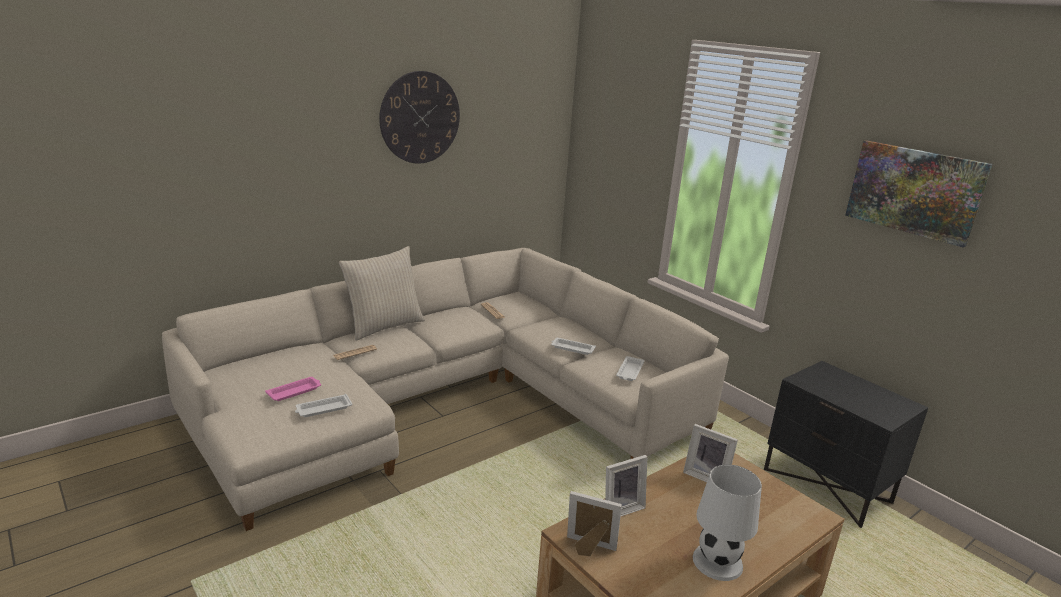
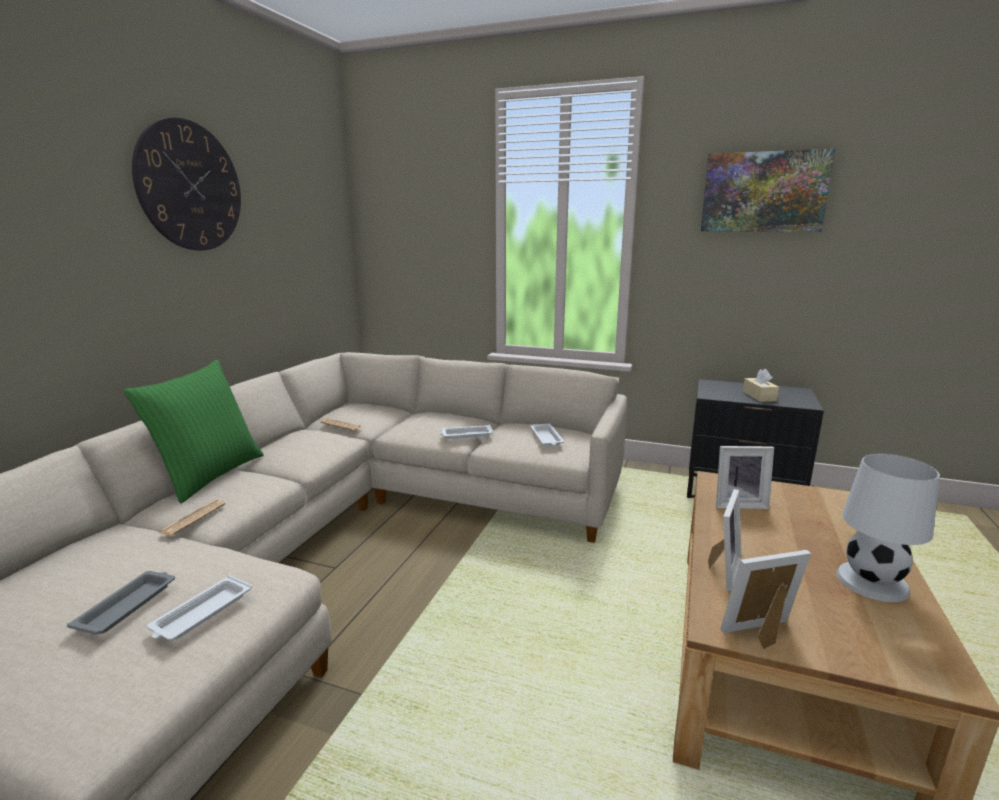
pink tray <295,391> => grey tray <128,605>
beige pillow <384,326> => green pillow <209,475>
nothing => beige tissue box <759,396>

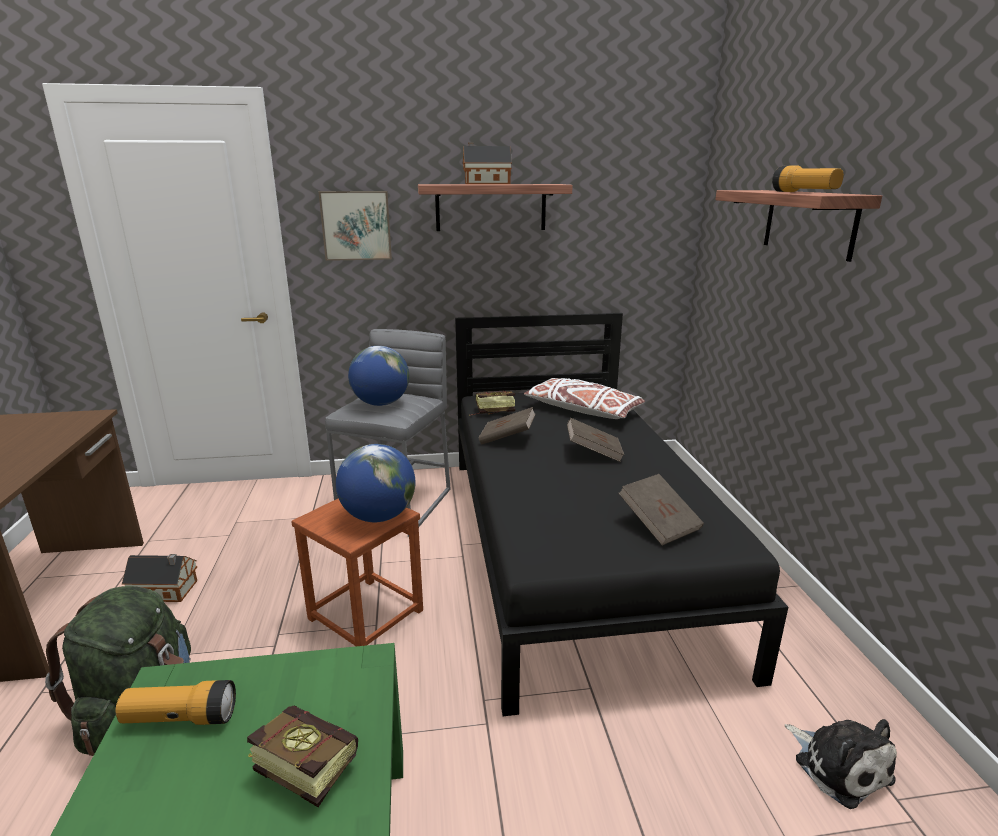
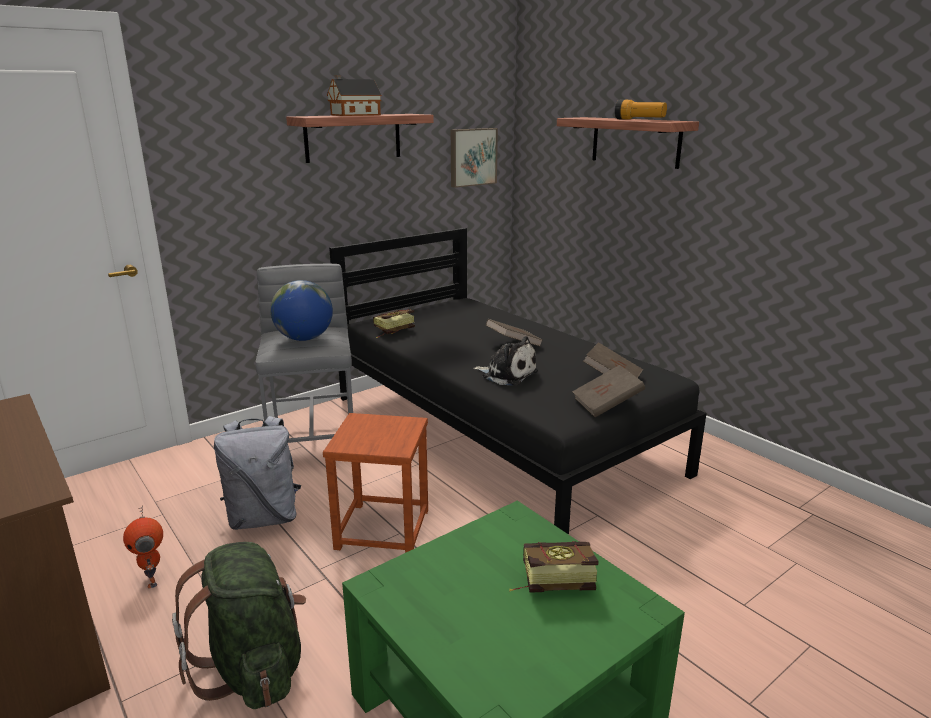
toy house <166,591> => toy robot <153,579>
nothing => grey backpack <264,517>
picture <356,225> => picture <472,157>, relocated
plush toy <838,765> => plush toy <507,374>, relocated
brown book <507,439> => brown book <606,405>, relocated
flashlight <181,718> => nothing
globe <379,516> => nothing
white pillow <583,410> => nothing

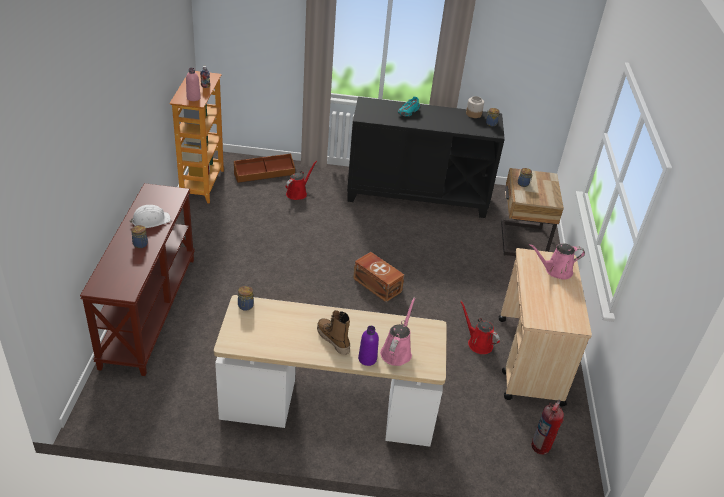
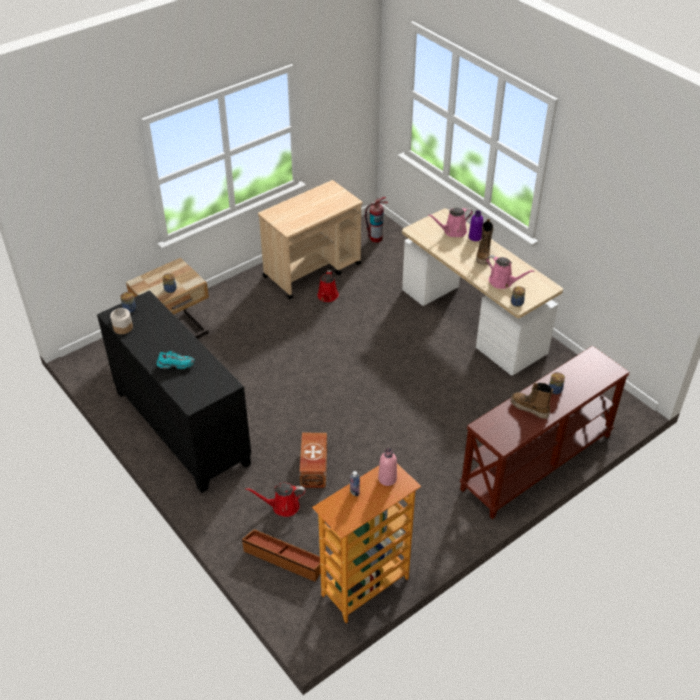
brown storage box <377,284> => brown storage box <313,468>, relocated
pink watering can <555,271> => pink watering can <503,282>, relocated
white hard hat <150,220> => boot <529,409>

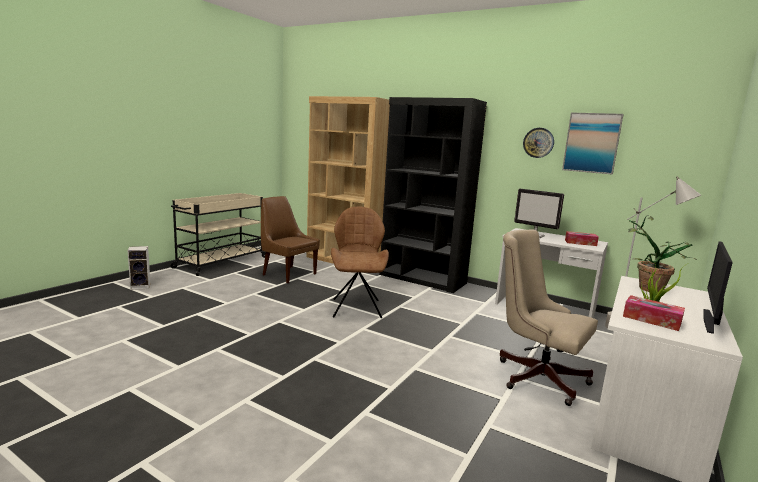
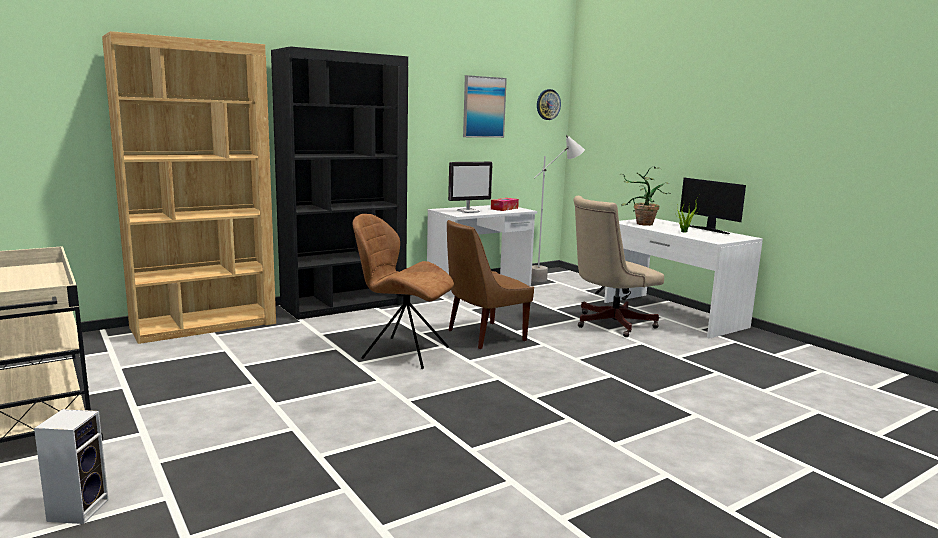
brown chair <288,274> => brown chair <483,336>, relocated
wall clock <538,142> => wall clock <548,104>, relocated
tissue box <651,320> => nothing

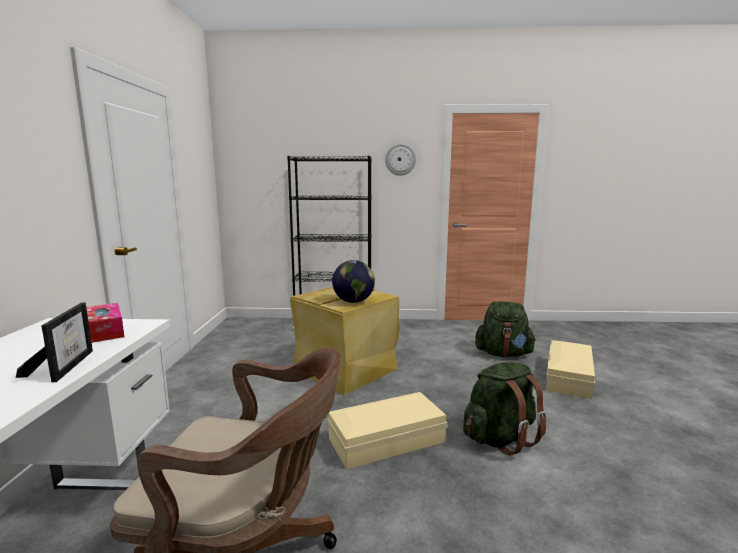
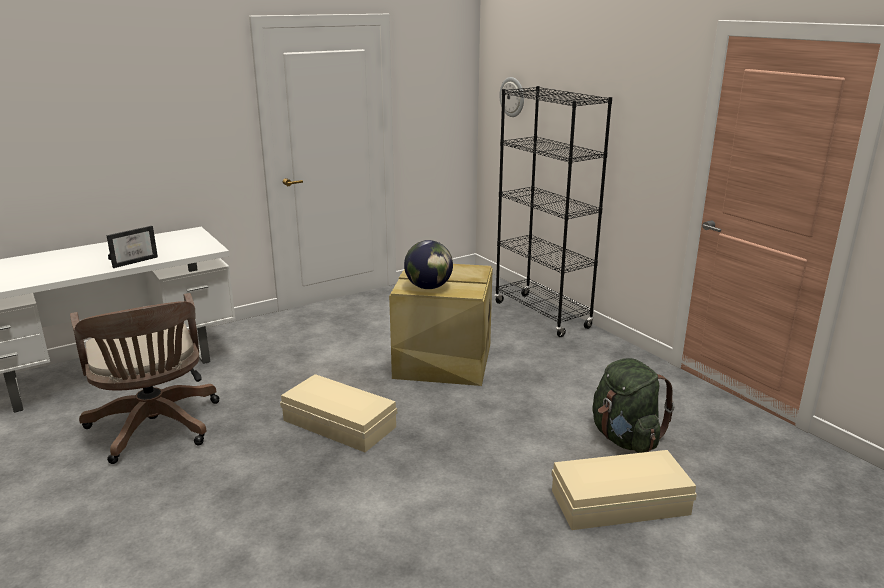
wall clock <400,159> => wall clock <512,97>, relocated
tissue box <104,331> => nothing
green backpack <500,438> => nothing

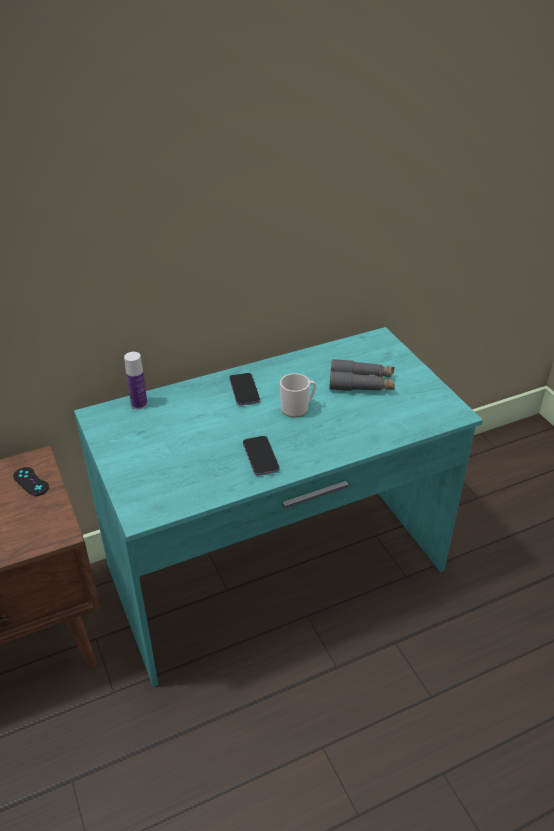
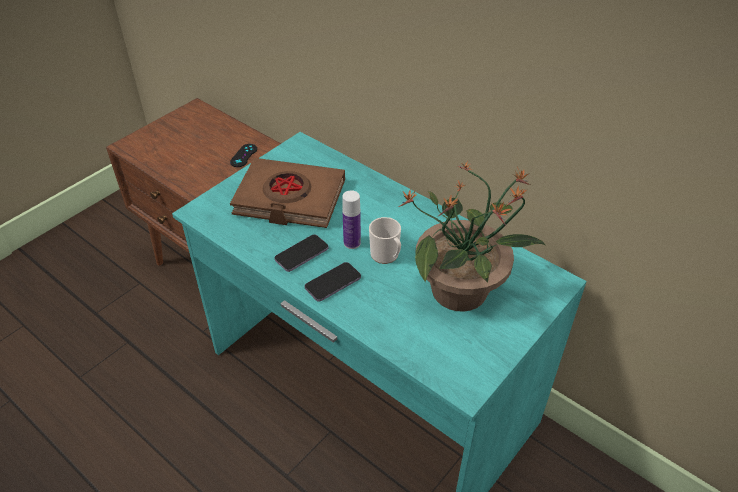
nothing => brown book <289,199>
phone <244,390> => phone <333,283>, relocated
bottle <139,404> => bottle <352,243>, relocated
grey binoculars <361,383> => potted plant <461,291>

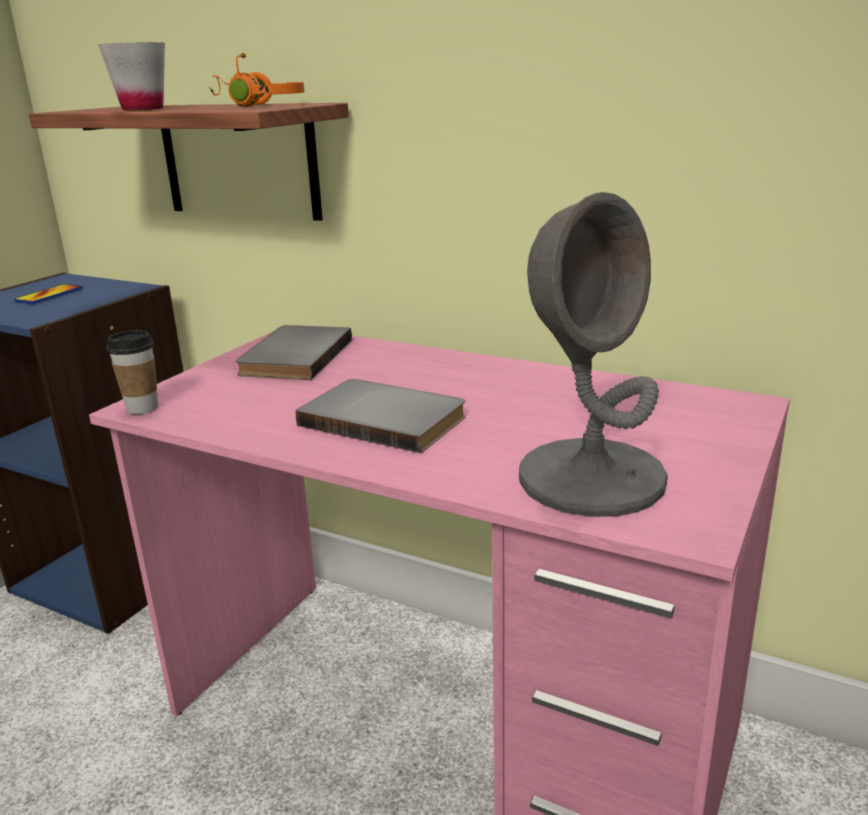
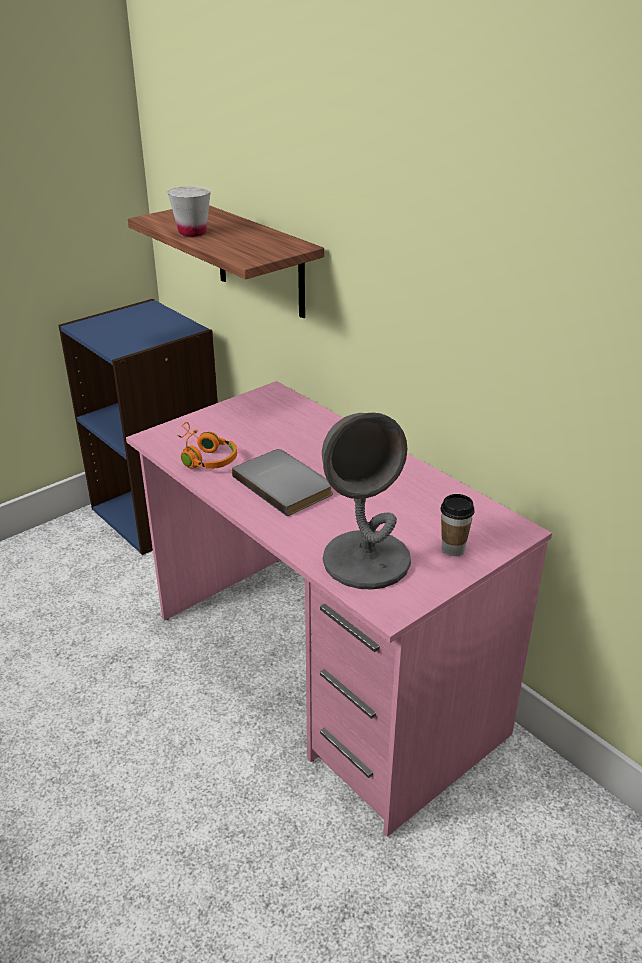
orange headphones <256,105> => orange headphones <204,457>, relocated
cup <142,408> => cup <453,549>, relocated
phone <49,295> => nothing
grey book <292,357> => nothing

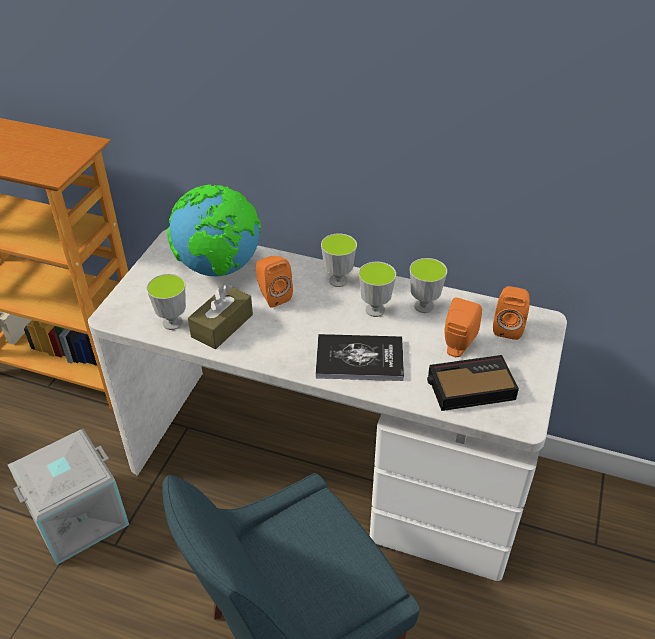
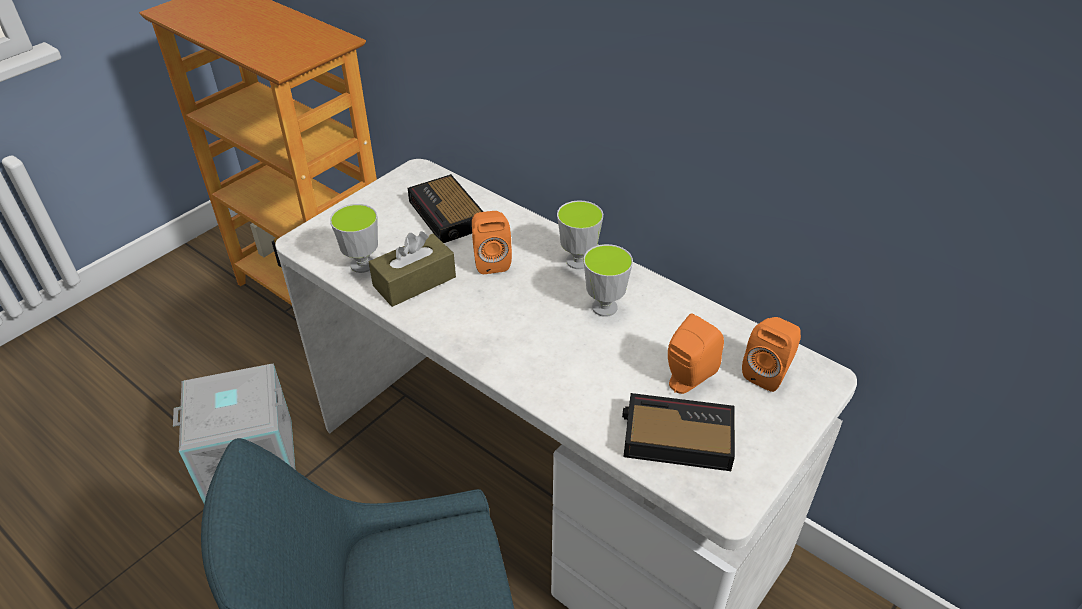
globe <220,269> => alarm clock <448,216>
book <359,359> => nothing
cup <424,306> => nothing

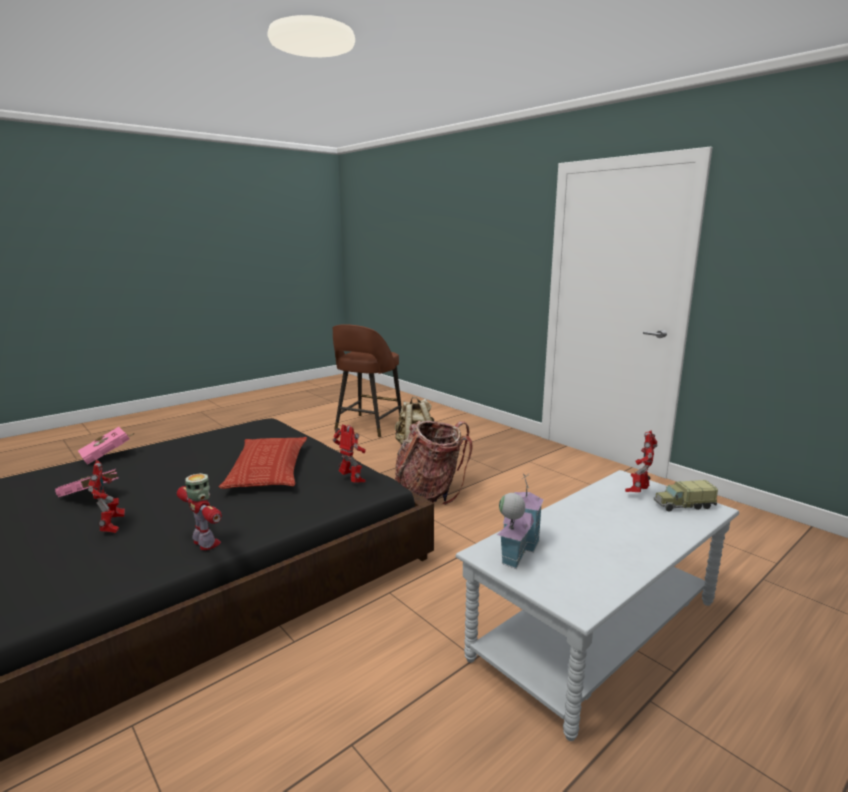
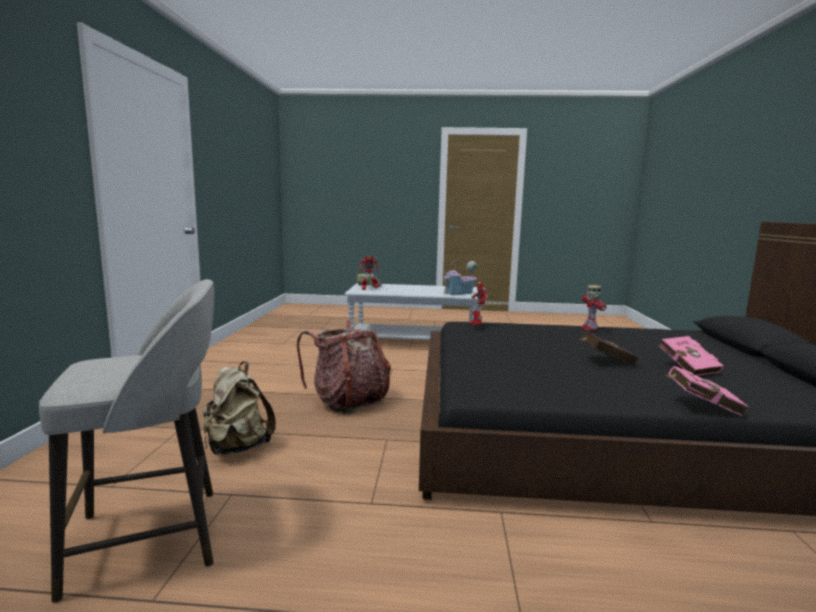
brown stool <368,426> => grey stool <152,538>
nothing => red book <604,360>
toy robot <112,527> => nothing
pillow <268,470> => nothing

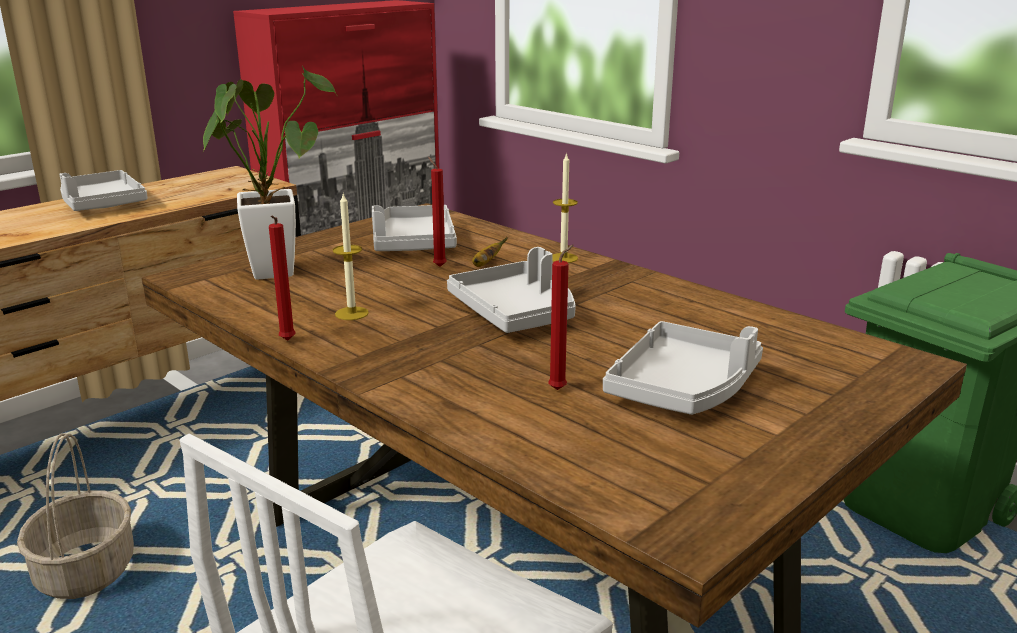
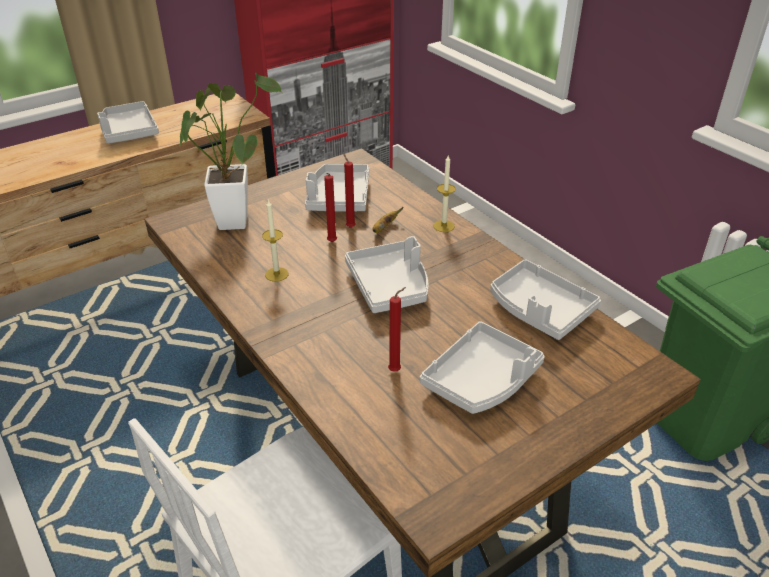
red candle <286,341> => red candle <331,243>, relocated
nothing => grey tray <539,310>
basket <85,571> => nothing

